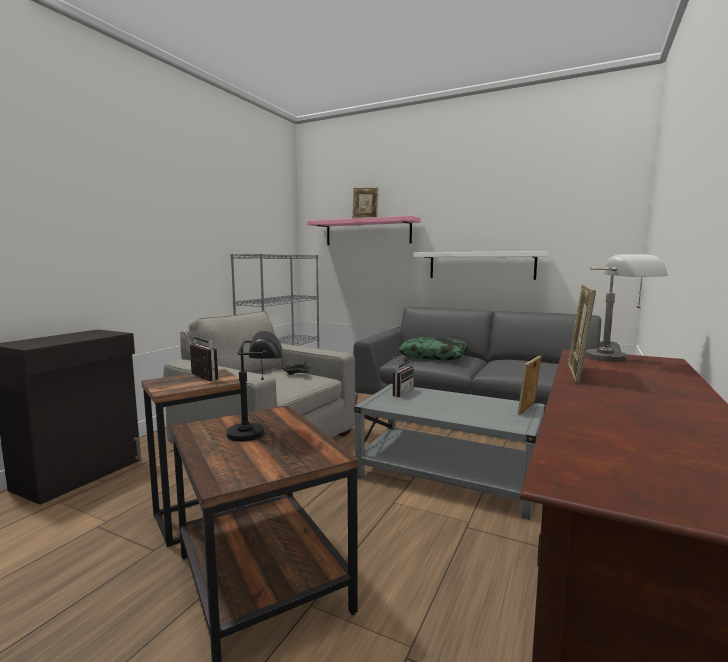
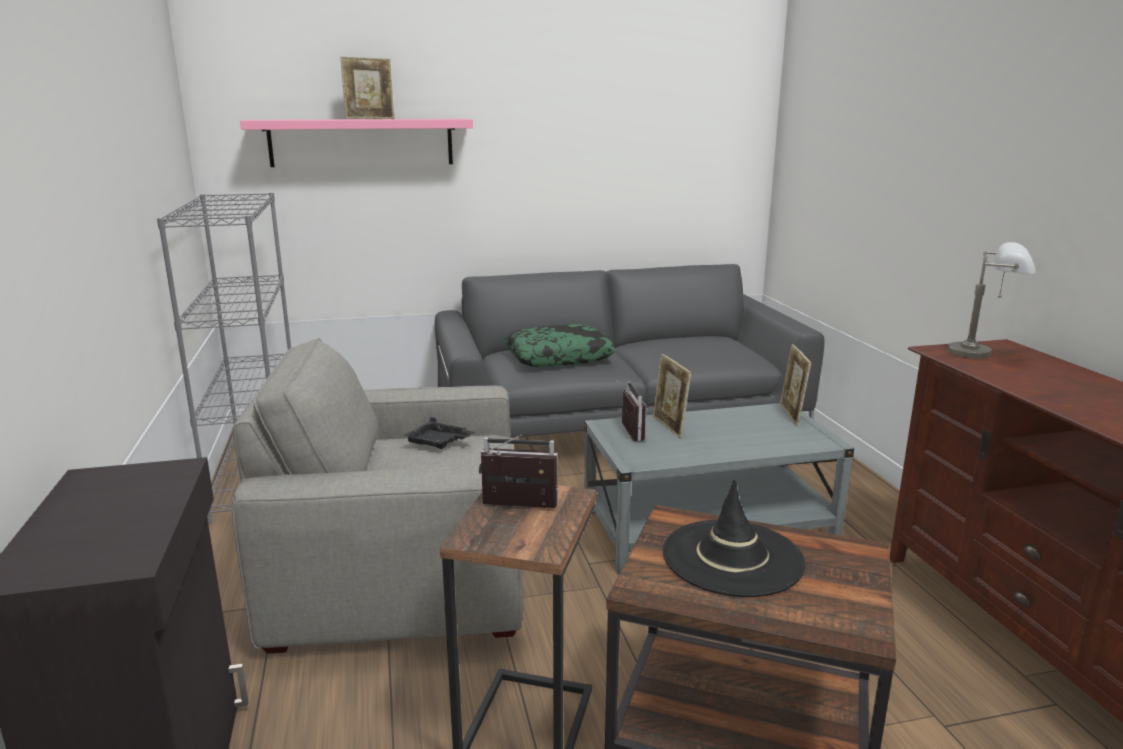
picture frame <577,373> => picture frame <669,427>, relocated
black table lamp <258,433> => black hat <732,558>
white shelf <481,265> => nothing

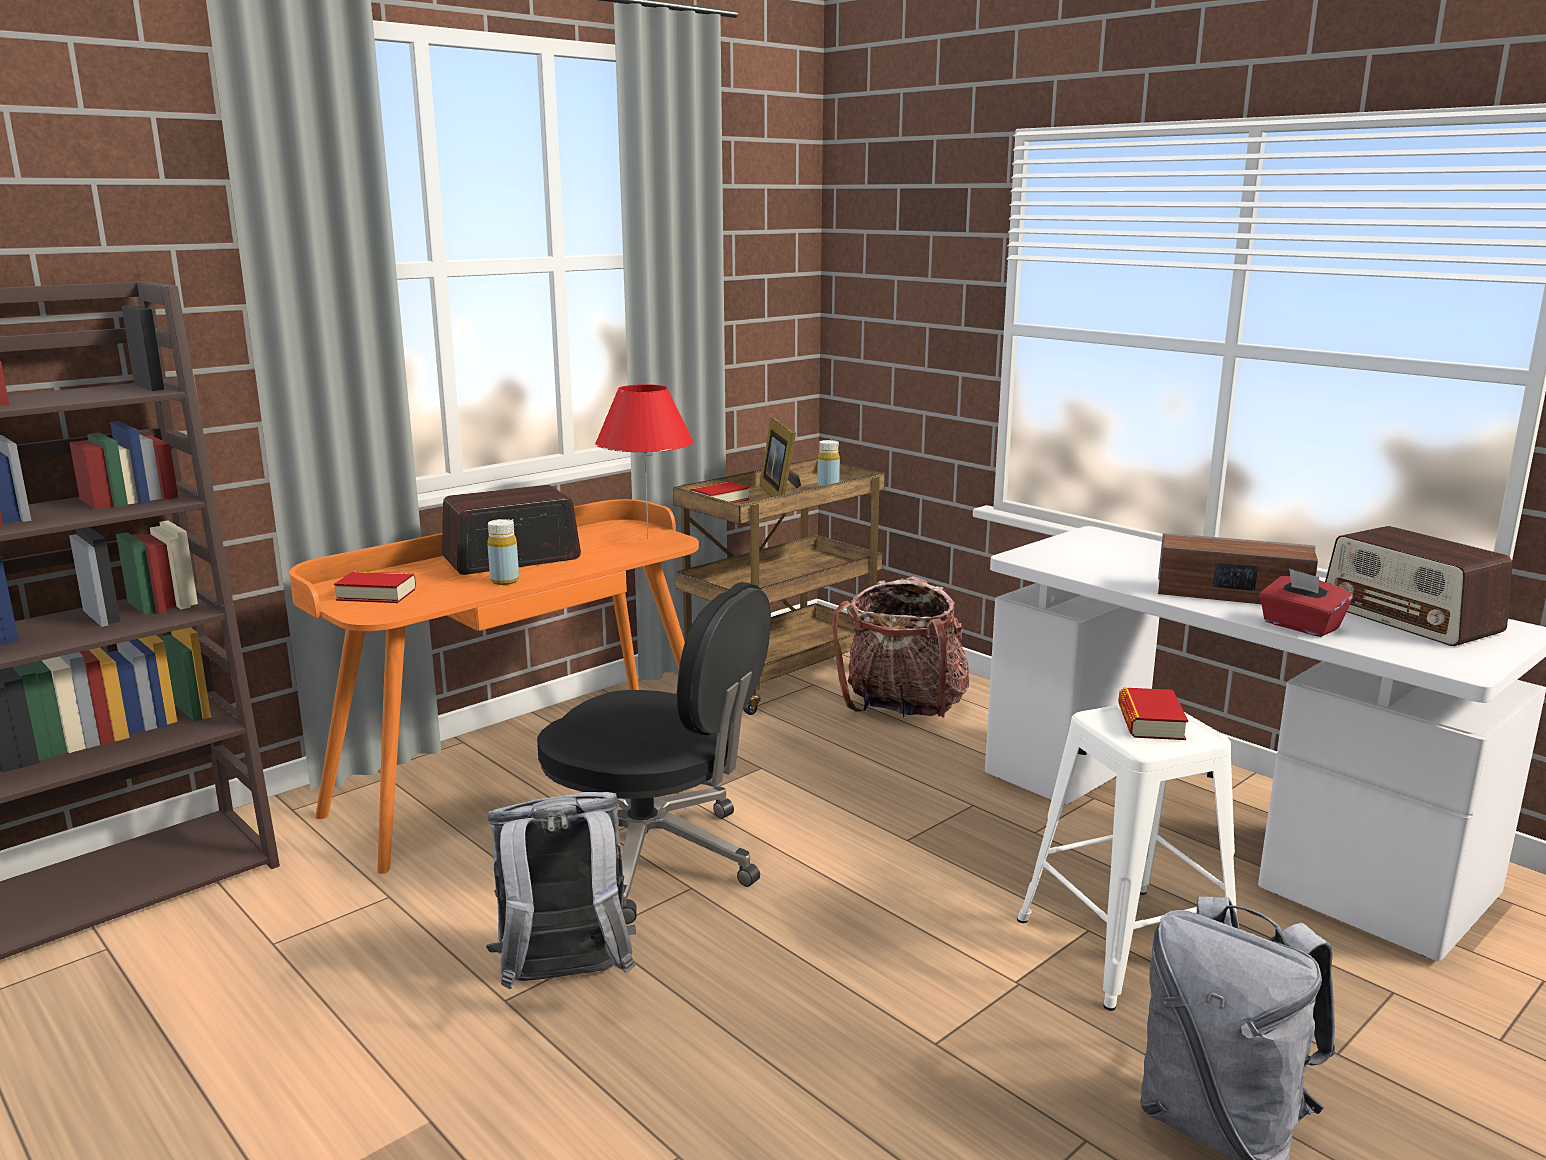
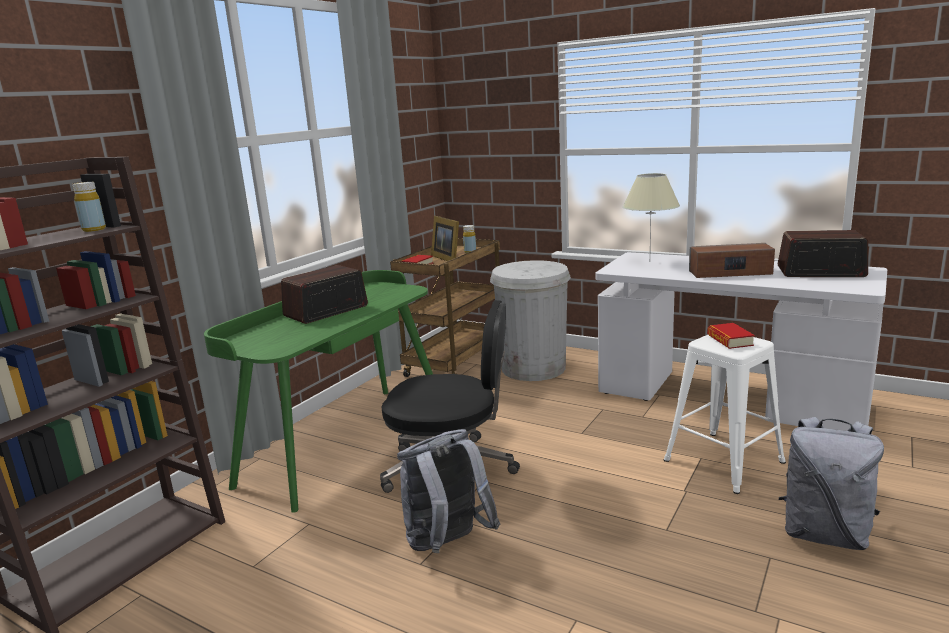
yellow bottle <504,581> => yellow bottle <94,229>, relocated
orange desk <525,776> => green desk <345,441>
backpack <903,708> => white trash can <533,368>
nothing => beige table lamp <649,262>
radio <1410,618> => radio <820,272>, 150 degrees clockwise
book <376,594> => nothing
red table lamp <647,538> => nothing
red tissue box <1300,626> => nothing

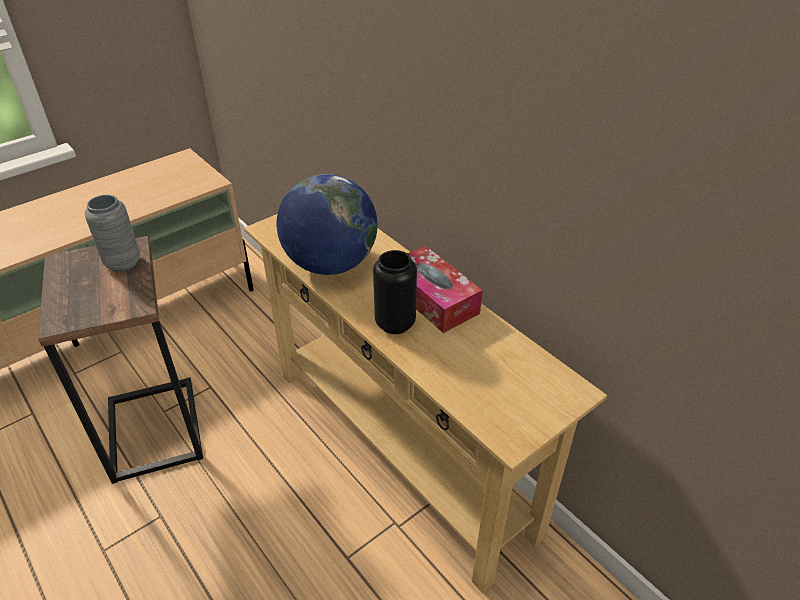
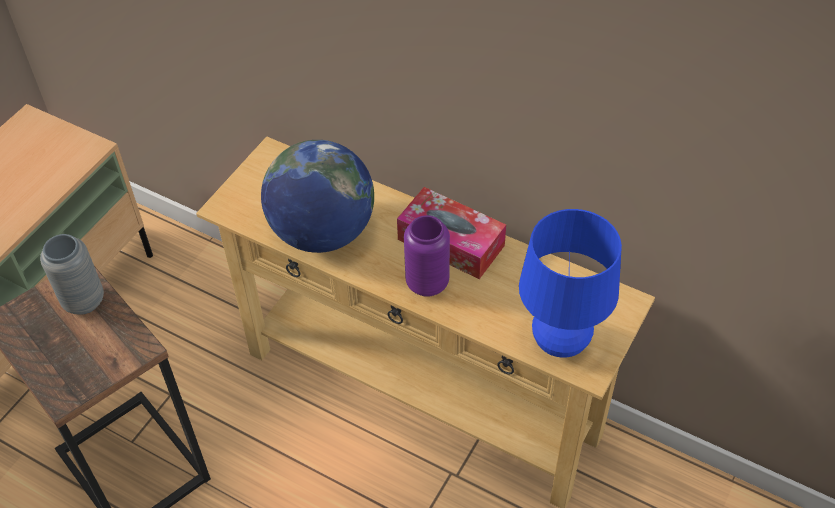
black vase <395,323> => purple vase <427,283>
nothing => blue table lamp <560,342>

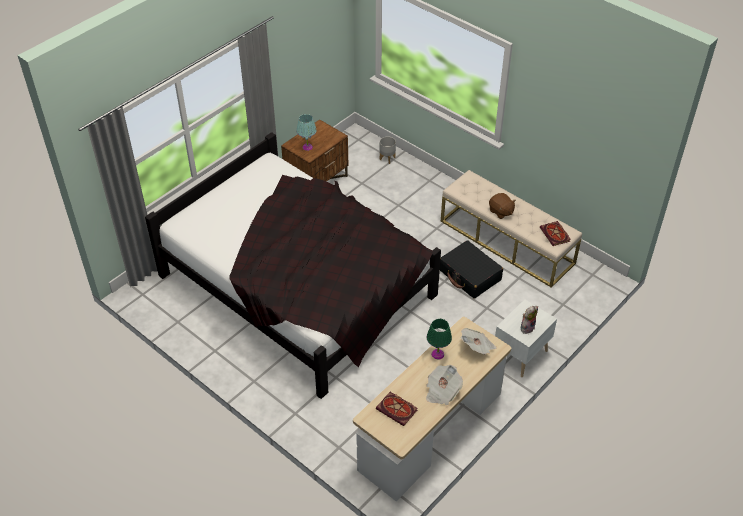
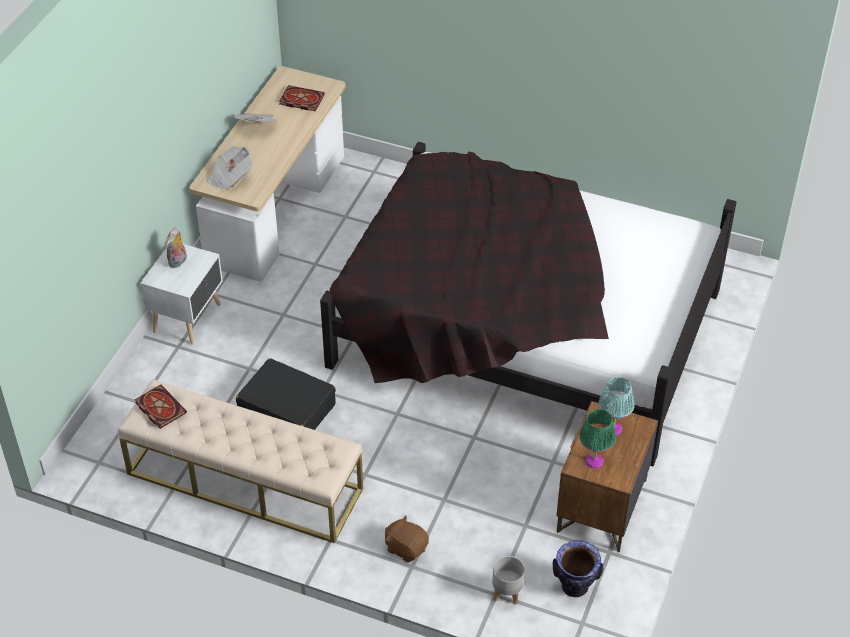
brown plush toy <501,212> => brown plush toy <406,548>, relocated
nothing => vase <575,587>
green table lamp <438,354> => green table lamp <594,461>, relocated

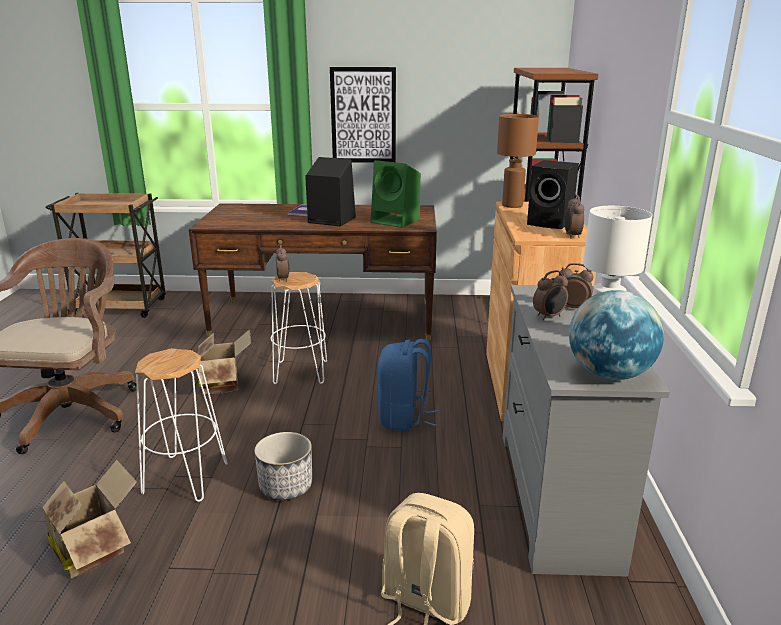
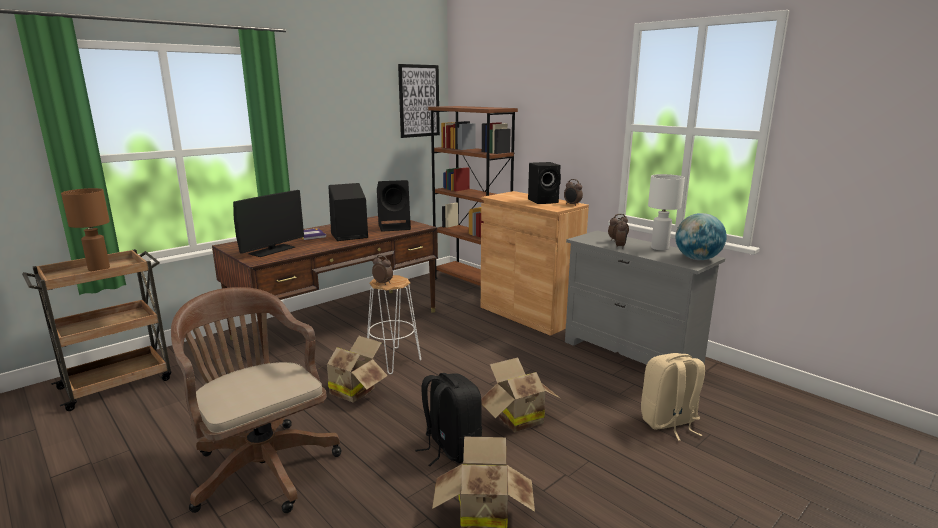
brown table lamp <511,205> => brown table lamp <98,269>, relocated
nothing => monitor <272,250>
green speaker <396,221> => black speaker <395,227>
picture <363,115> => picture <419,101>, relocated
white stool <185,477> => black backpack <450,448>
planter <285,487> => cardboard box <516,418>
blue backpack <404,418> => nothing

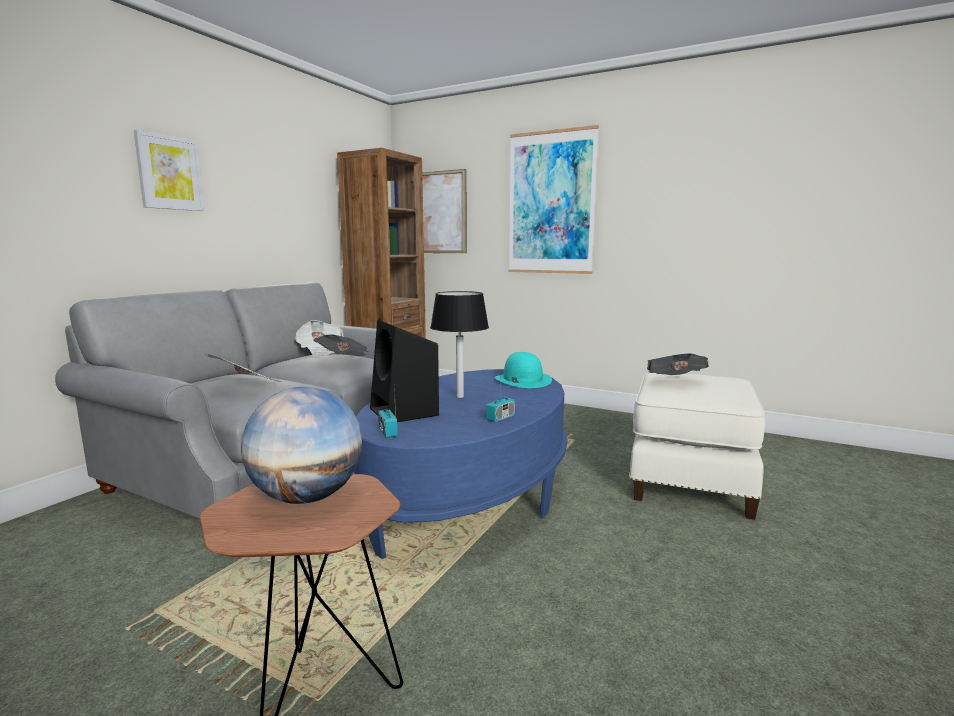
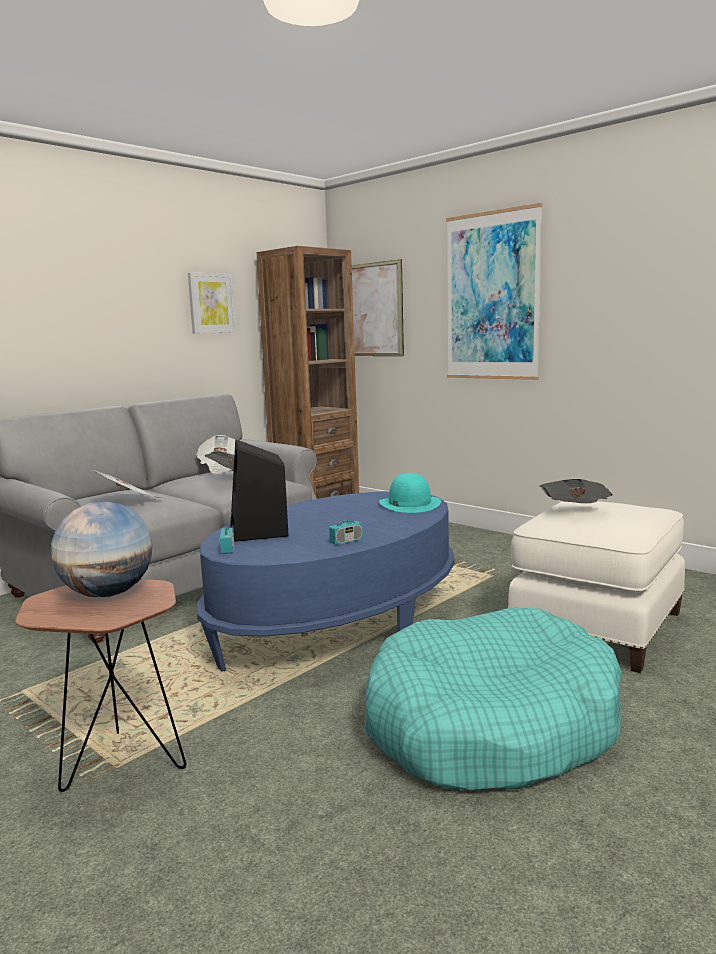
picture <169,173> => picture <211,303>, relocated
nothing => turquoise dog bed <490,725>
black table lamp <459,397> => nothing

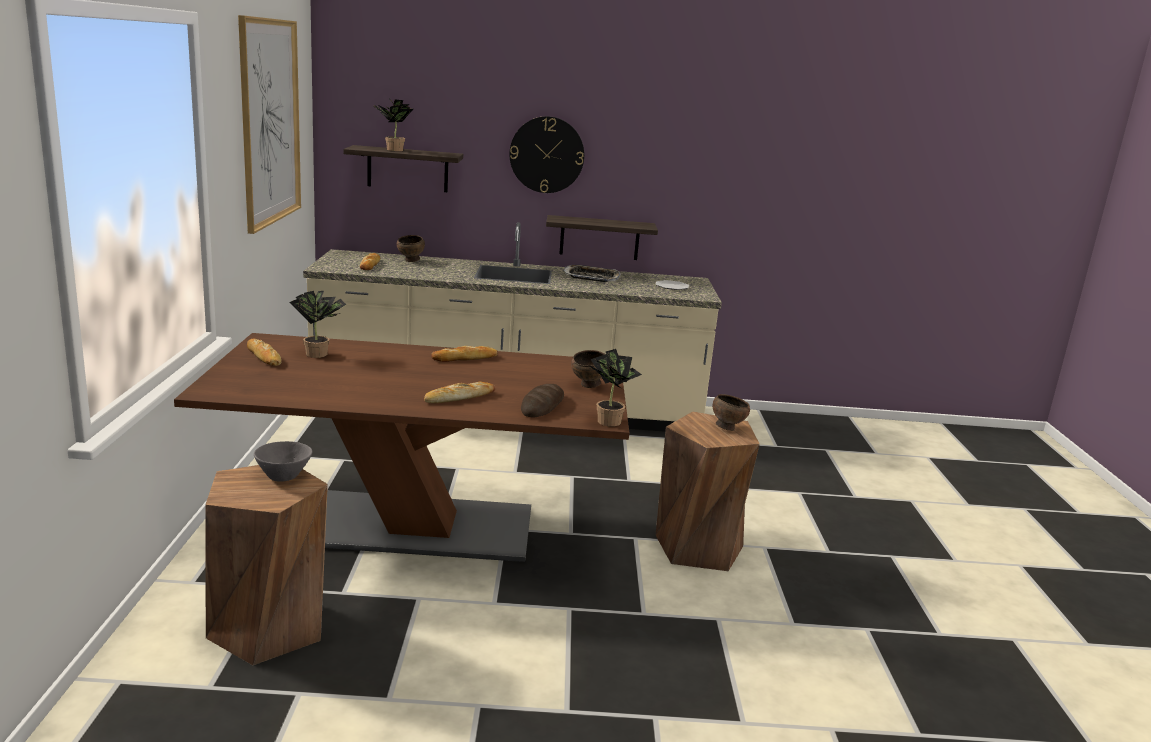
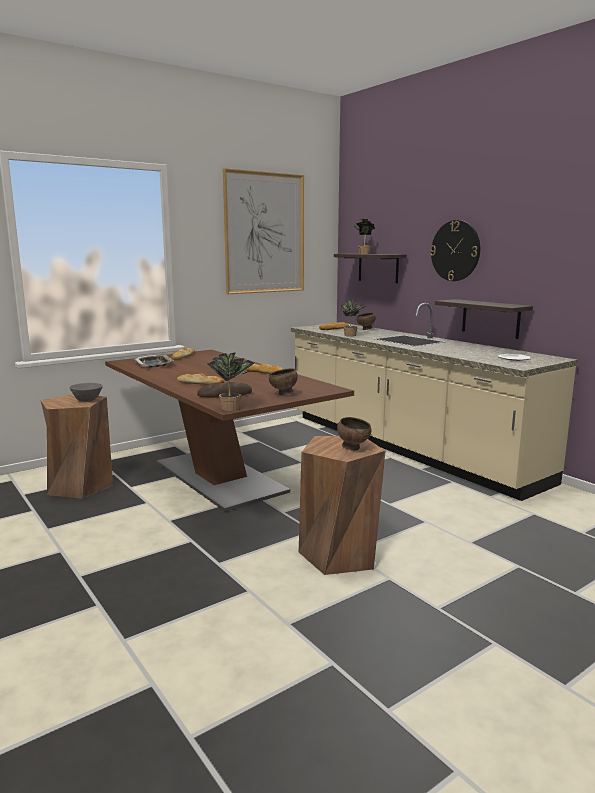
tray <591,278> => tray <154,364>, relocated
potted plant <319,353> => potted plant <352,335>, relocated

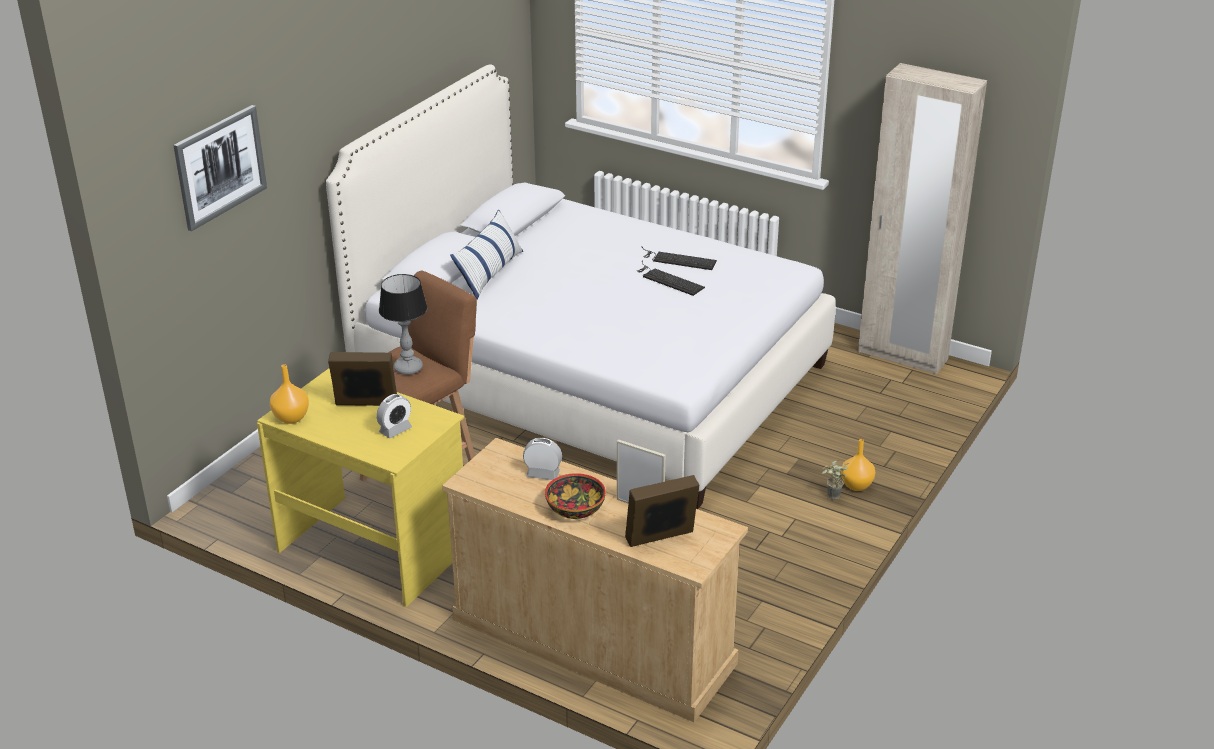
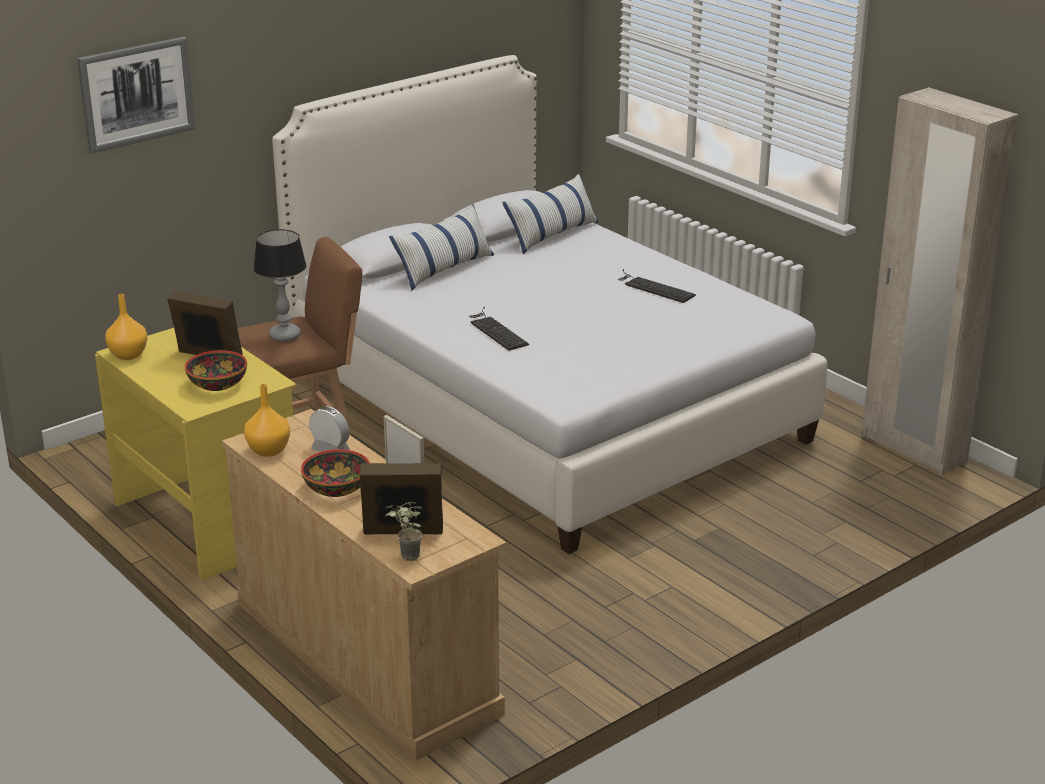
alarm clock <395,430> => bowl <217,384>
orange vase <856,485> => orange vase <267,451>, relocated
potted plant <831,498> => potted plant <405,558>, relocated
keyboard <667,279> => keyboard <495,330>, relocated
nothing => pillow <552,234>

